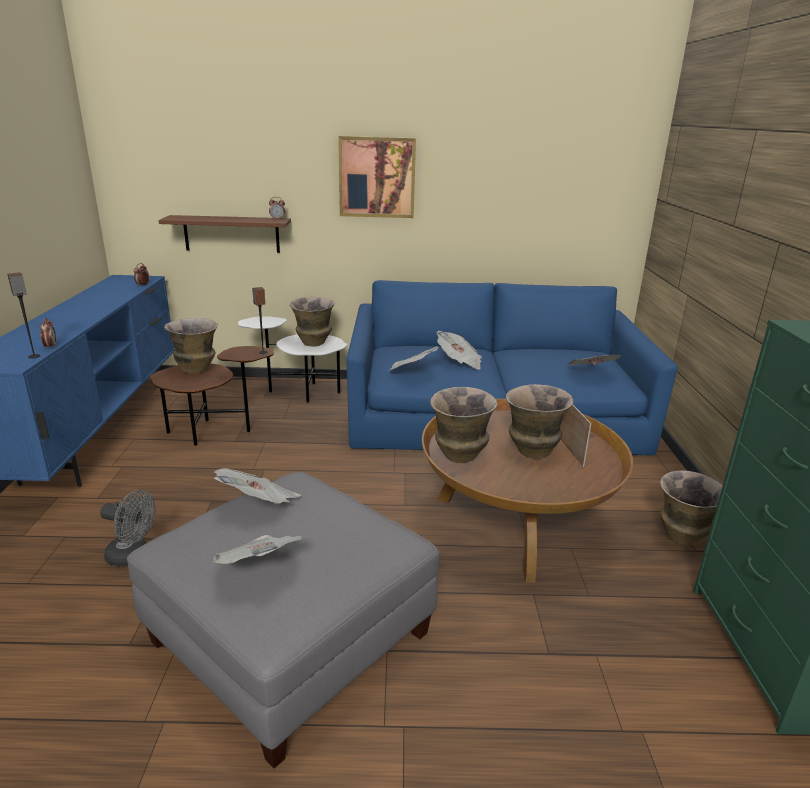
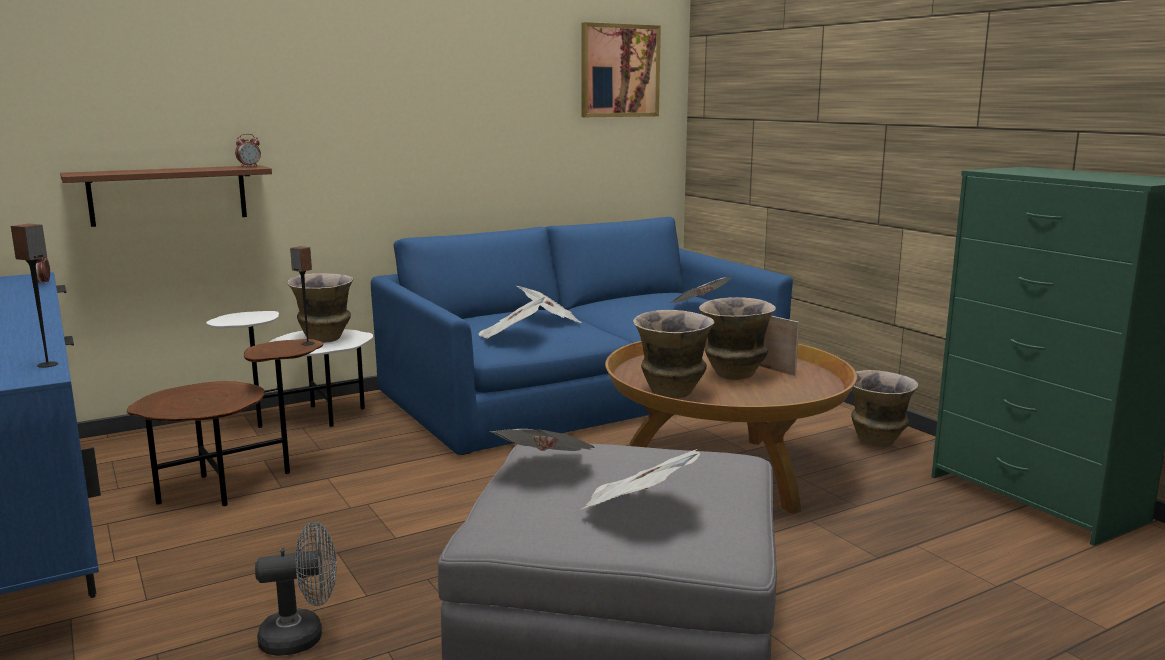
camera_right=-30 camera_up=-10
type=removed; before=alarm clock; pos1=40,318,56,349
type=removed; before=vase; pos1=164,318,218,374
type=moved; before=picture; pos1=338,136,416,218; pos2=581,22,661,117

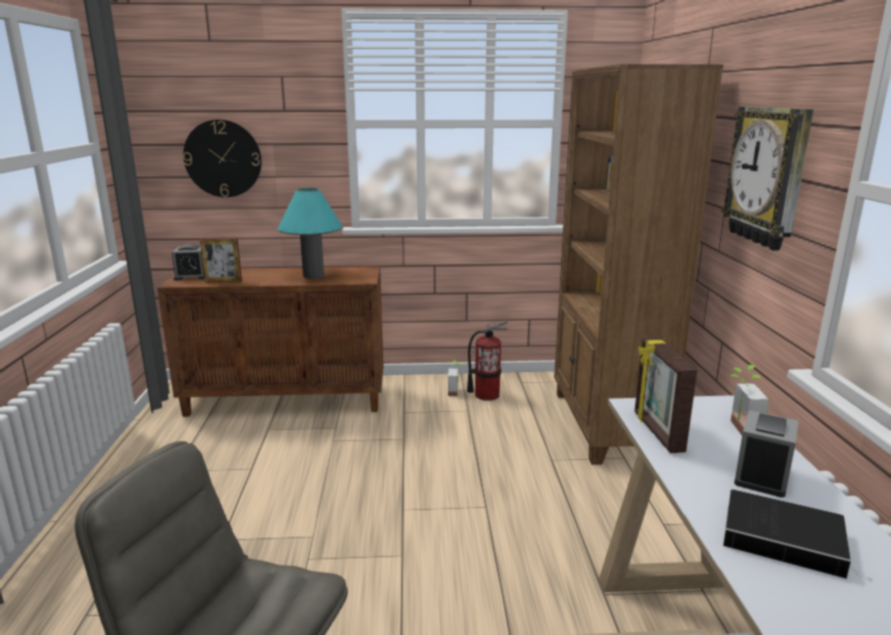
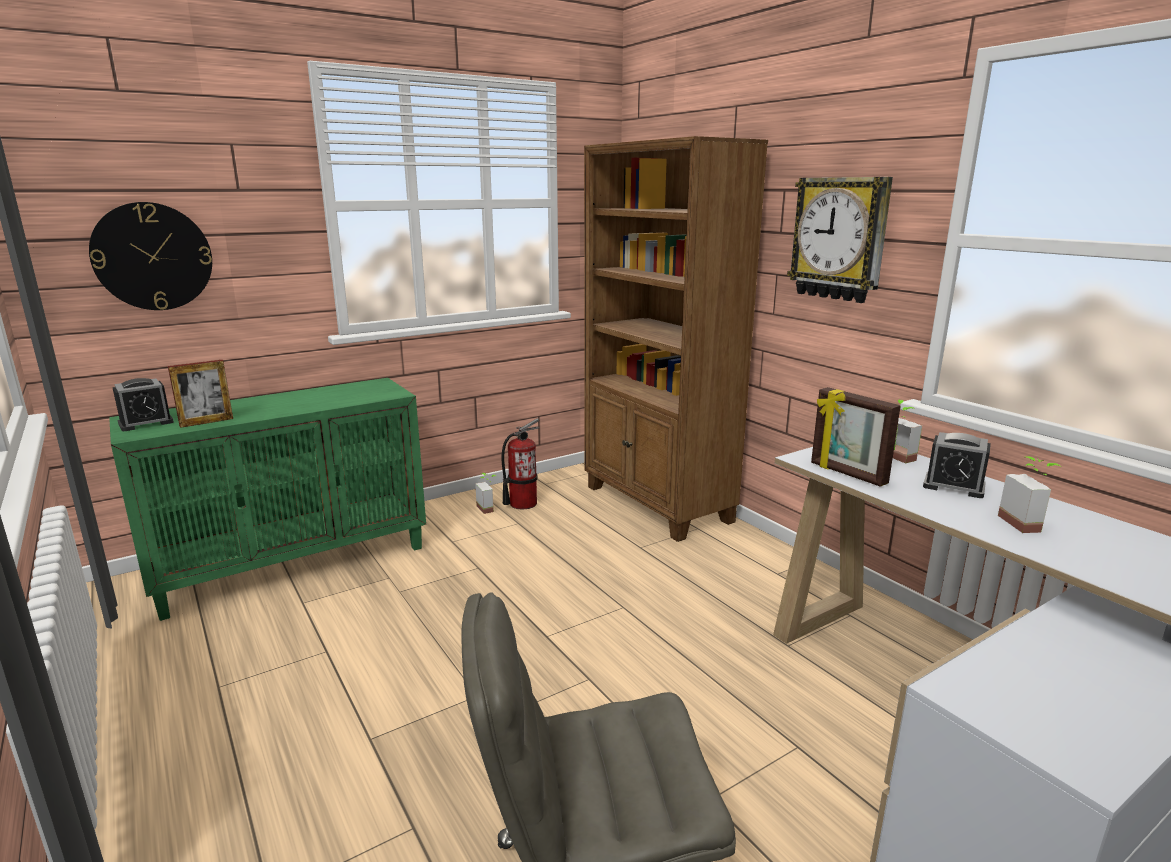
camera_right=-30 camera_up=0
type=recoloured; before=cabinet (brown); after=cabinet (green); pos1=157,266,384,417; pos2=109,378,426,621
type=removed; before=table lamp (turquoise); pos1=278,188,342,279
type=replaced; before=book; after=potted plant; pos1=723,489,872,582; pos2=998,456,1061,533
type=turned; before=alarm clock; pos1=734,410,799,497; pos2=923,432,991,498; turn=-60

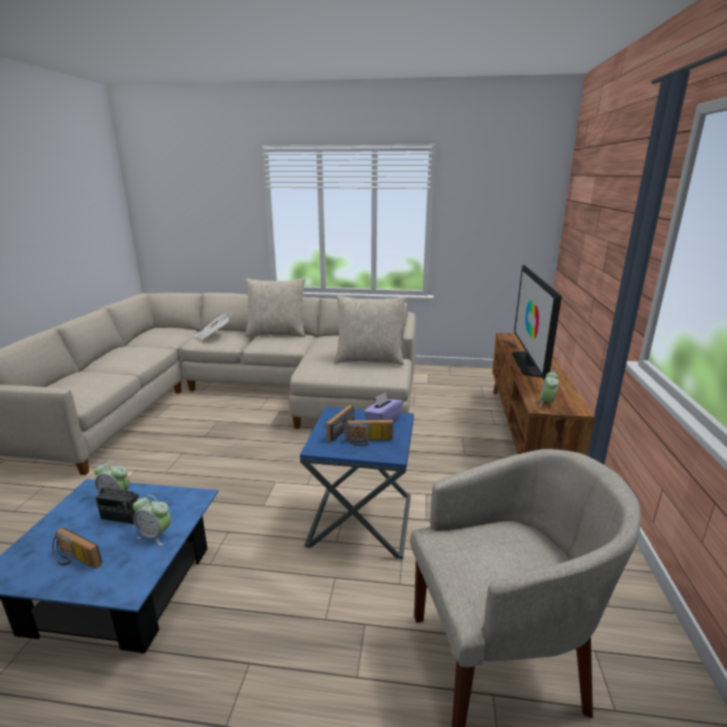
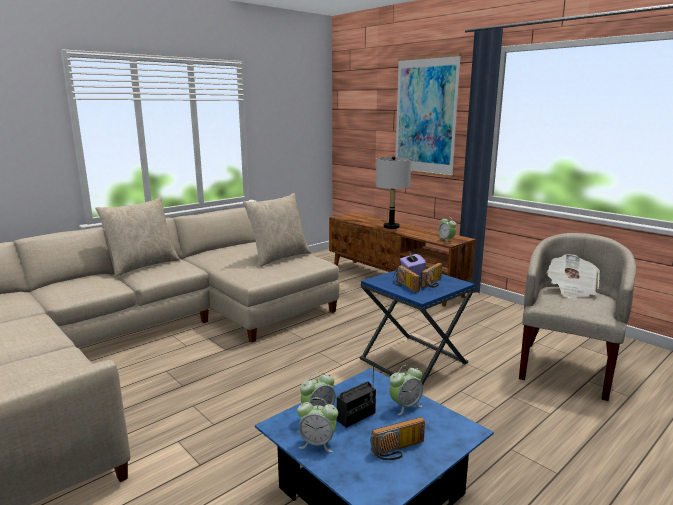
camera_right=-50 camera_up=-5
type=moved; before=newspaper; pos1=194,313,232,339; pos2=546,254,600,298
type=replaced; before=television; after=table lamp (grey); pos1=511,265,562,380; pos2=376,156,411,229
type=added; after=alarm clock; pos2=297,398,338,452
type=added; after=picture; pos2=395,53,461,177

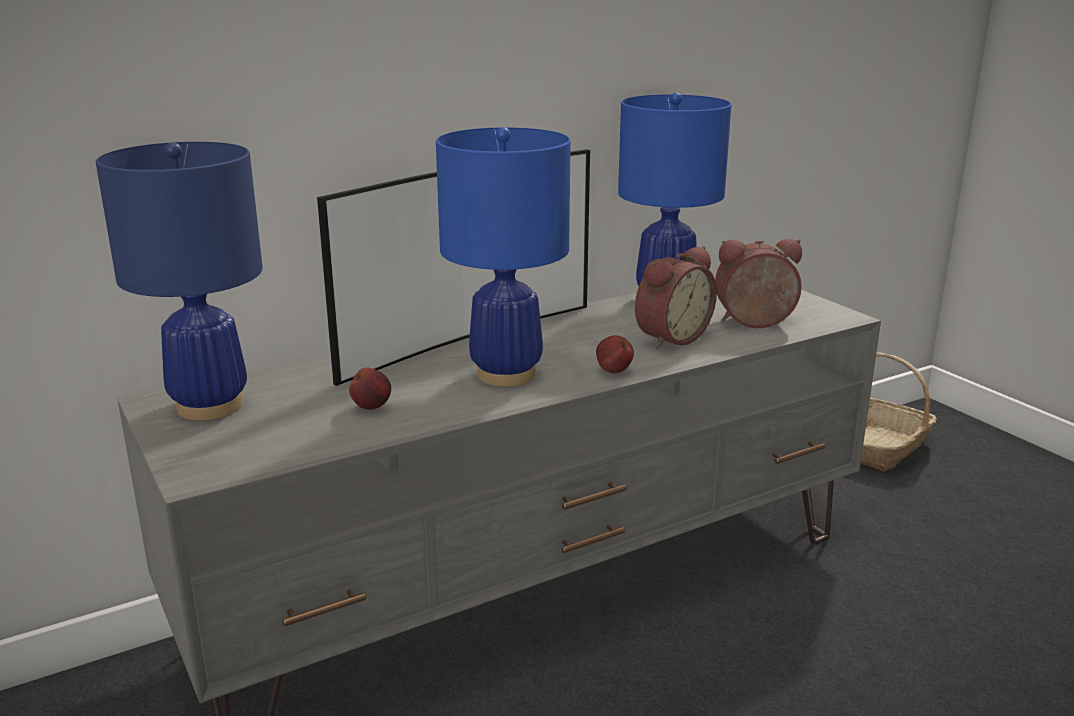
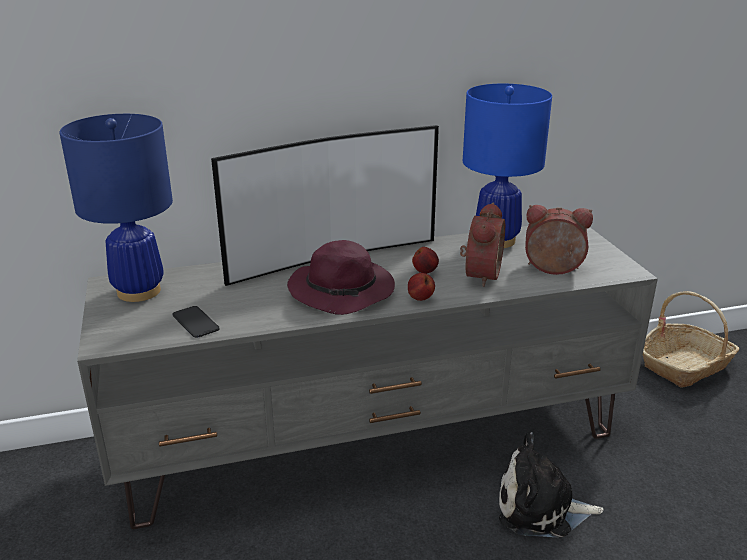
camera_right=15 camera_up=5
type=moved; before=apple; pos1=349,368,391,410; pos2=412,247,439,274
type=replaced; before=table lamp (blue); after=hat (purple); pos1=436,127,571,387; pos2=287,240,395,315
type=turned; before=alarm clock; pos1=635,246,717,349; pos2=460,203,505,287; turn=-45
type=added; after=phone; pos2=173,306,219,338
type=added; after=plush toy; pos2=499,432,604,538

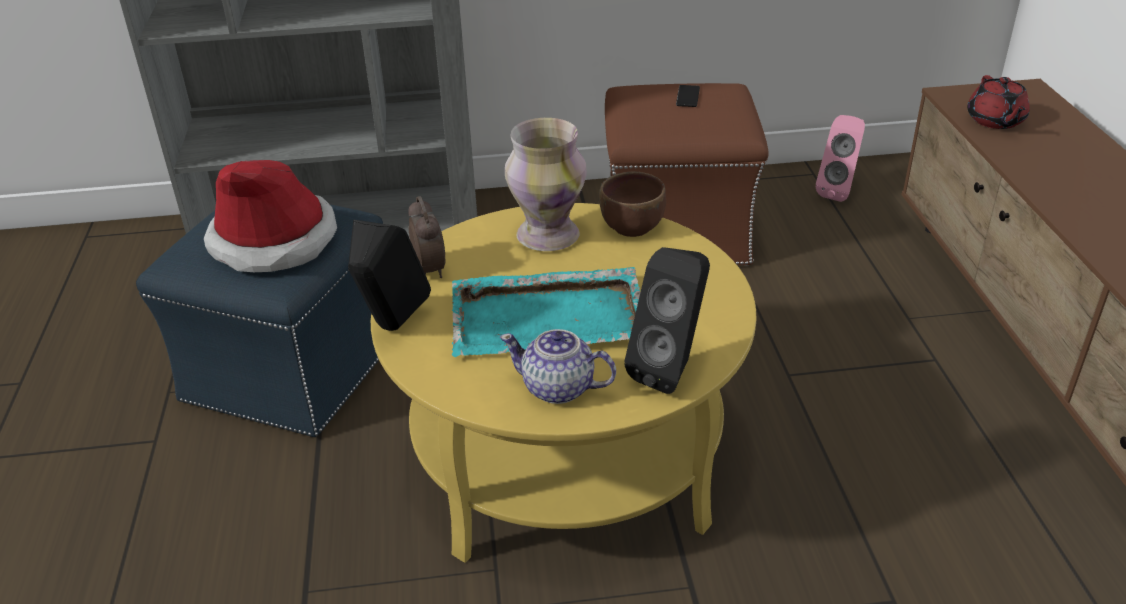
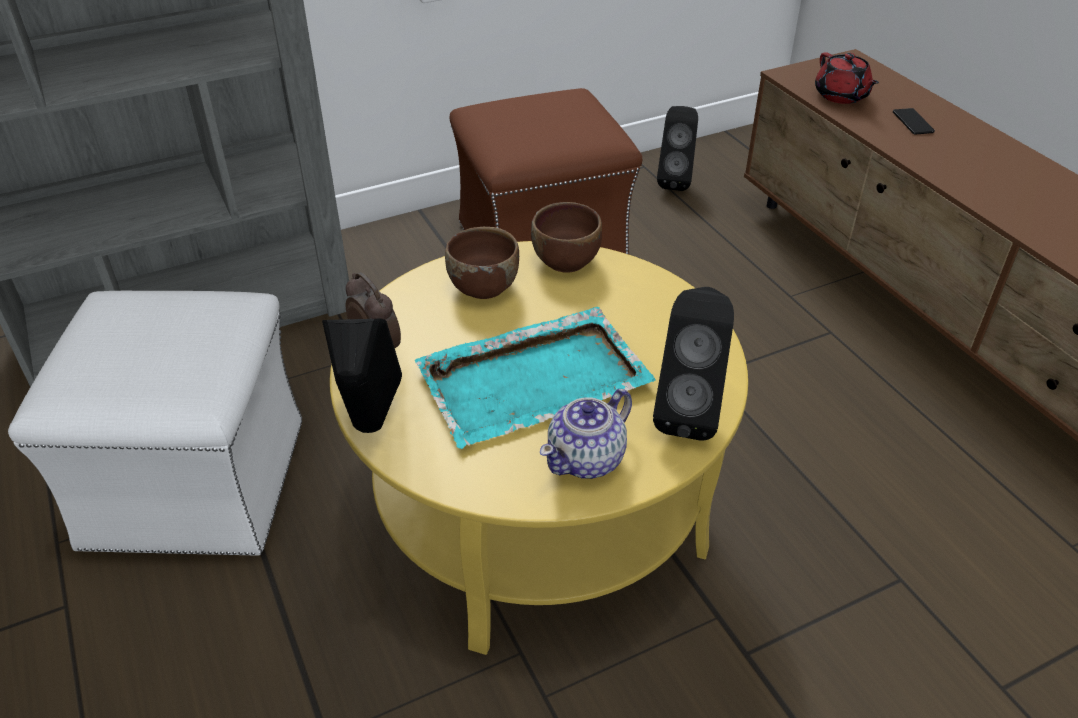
camera_right=-20 camera_up=5
type=recoloured; before=ottoman (blue); after=ottoman (white); pos1=136,205,383,437; pos2=8,291,302,556
type=removed; before=hat; pos1=204,160,337,272
type=turned; before=teapot; pos1=500,329,616,404; pos2=540,389,632,479; turn=-45
type=replaced; before=vase; after=bowl (brown); pos1=505,118,587,251; pos2=445,227,519,299
type=moved; before=phone; pos1=676,85,700,107; pos2=893,108,935,135
type=recoloured; before=speaker (pink); after=speaker (black); pos1=815,115,865,202; pos2=657,106,698,191

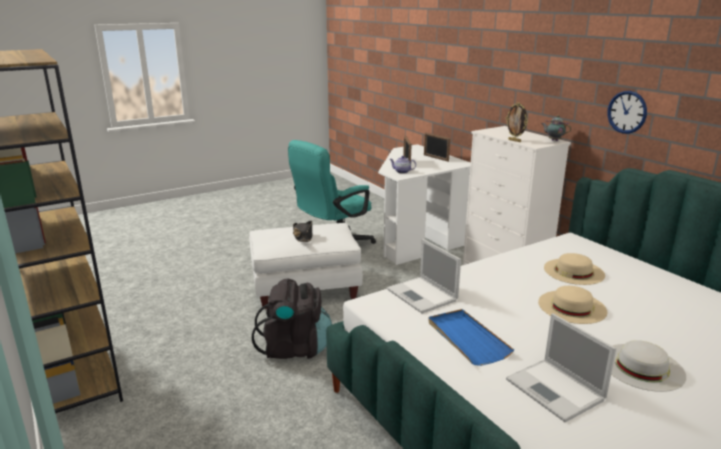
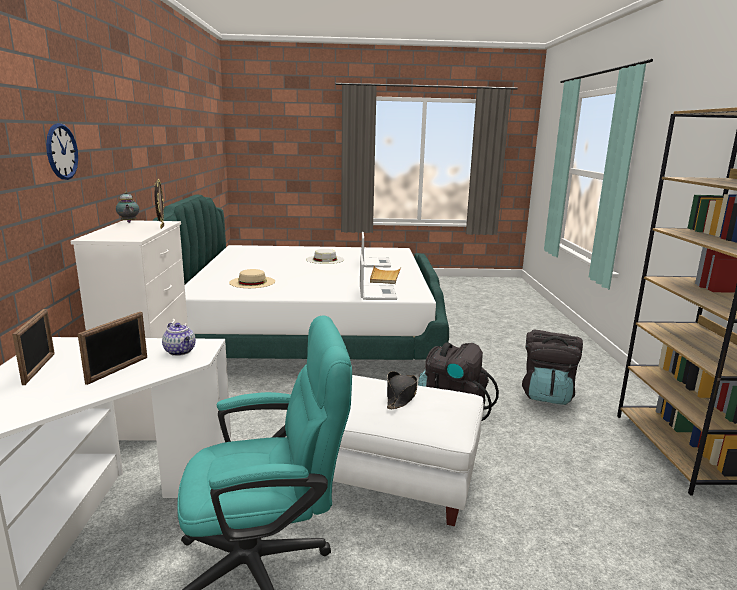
camera_right=-150 camera_up=-5
type=recoloured; before=tray (blue); after=tray (beige); pos1=428,309,514,366; pos2=370,265,401,284
type=removed; before=hat (beige); pos1=538,286,607,324
type=moved; before=wall clock; pos1=607,91,647,134; pos2=46,123,78,180
type=added; after=backpack (black); pos2=522,329,583,405

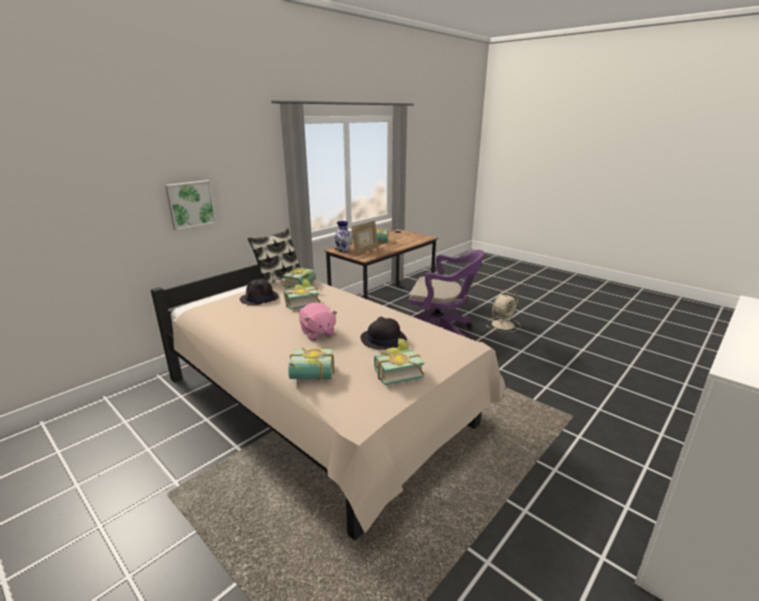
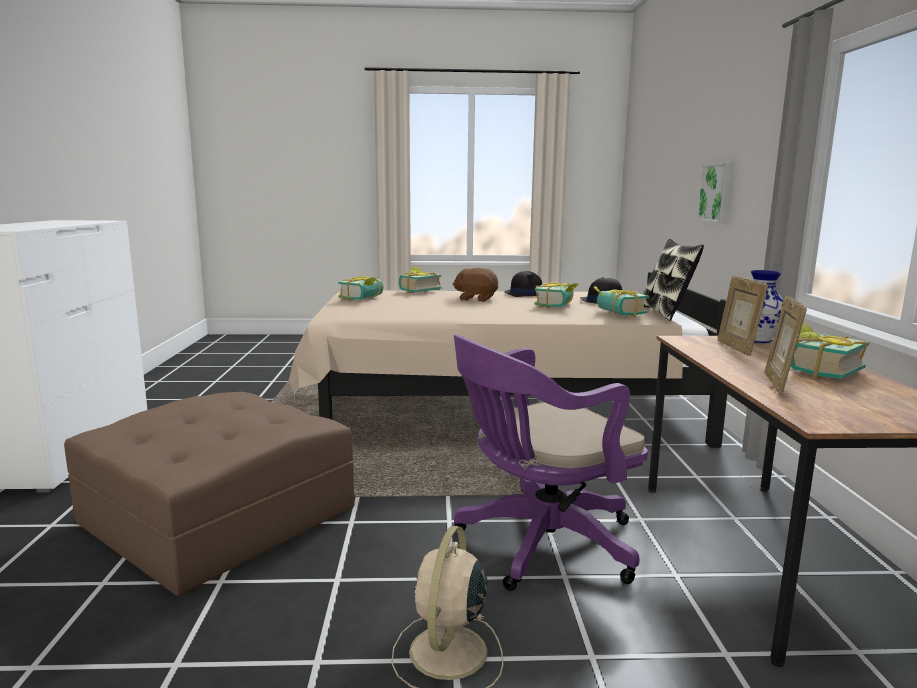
camera_right=135 camera_up=-10
type=recoloured; before=plush toy (pink); after=plush toy (brown); pos1=299,303,337,341; pos2=453,268,498,302
type=moved; before=hat (black); pos1=361,317,407,350; pos2=504,271,542,297
type=added; after=ottoman (brown); pos2=64,392,354,596
type=added; after=picture frame; pos2=764,295,807,395

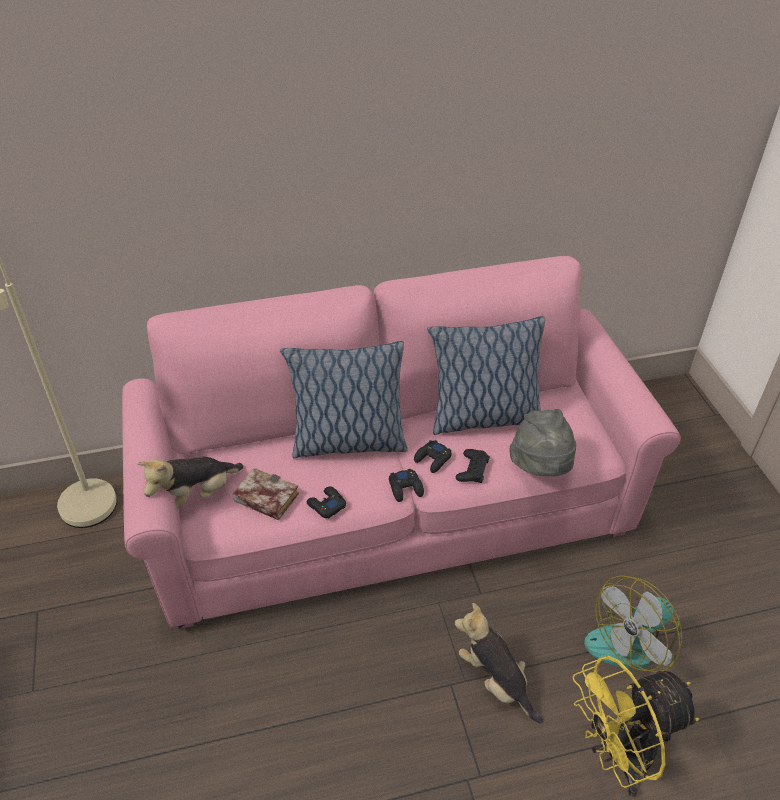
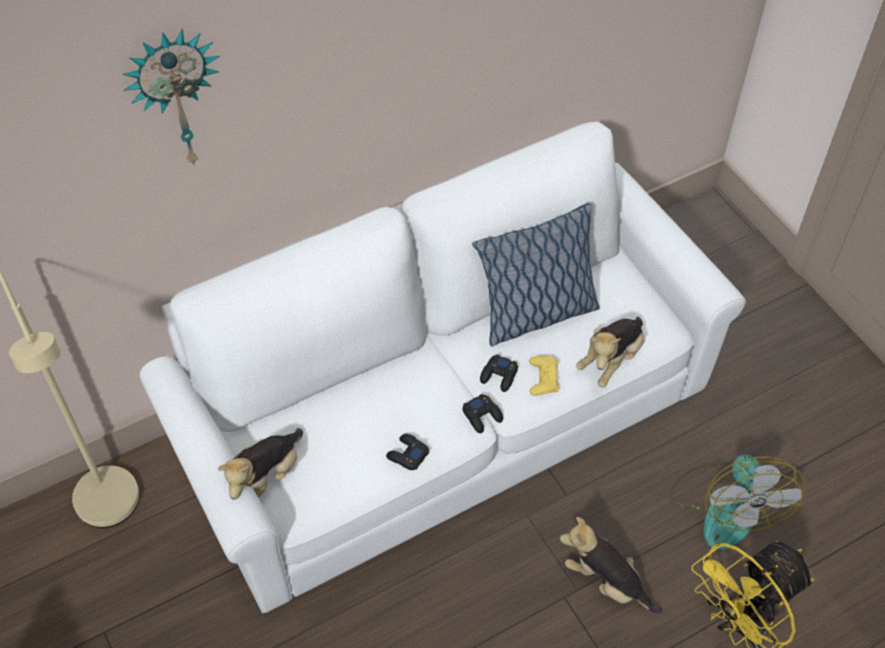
camera_right=-15 camera_up=10
type=recoloured; before=sofa (pink); after=sofa (white); pos1=122,256,681,629; pos2=140,122,746,614
type=removed; before=book; pos1=233,468,299,520
type=removed; before=pillow; pos1=280,341,407,458
type=recoloured; before=game controller (black); after=game controller (yellow); pos1=456,449,490,483; pos2=529,356,559,396
type=replaced; before=hat (grey); after=plush toy; pos1=510,409,576,476; pos2=576,317,644,388
type=turned; before=fan; pos1=584,575,682,672; pos2=669,455,805,550; turn=-45
type=added; after=wall clock; pos2=123,29,219,166

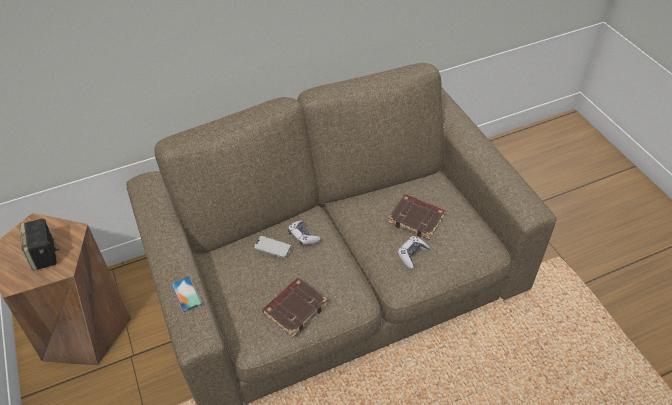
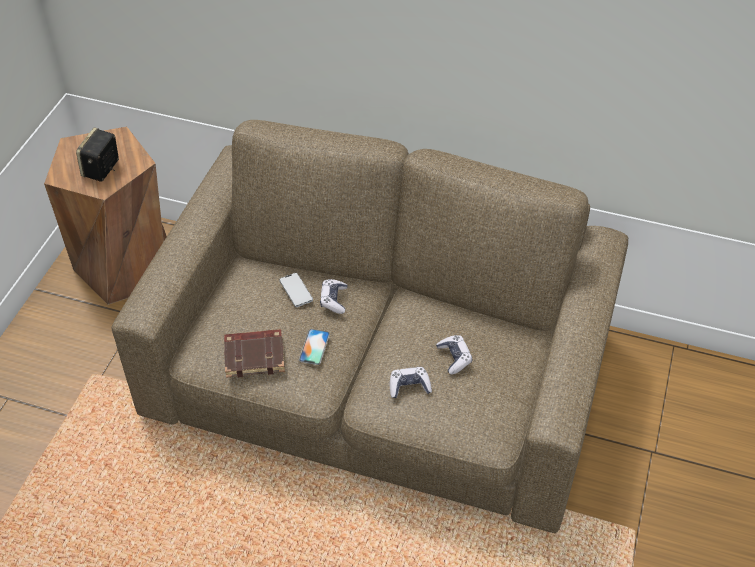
camera_right=40 camera_up=0
type=moved; before=phone; pos1=171,277,202,313; pos2=299,329,330,365
type=replaced; before=book (brown); after=game controller; pos1=388,194,446,240; pos2=436,335,472,375

